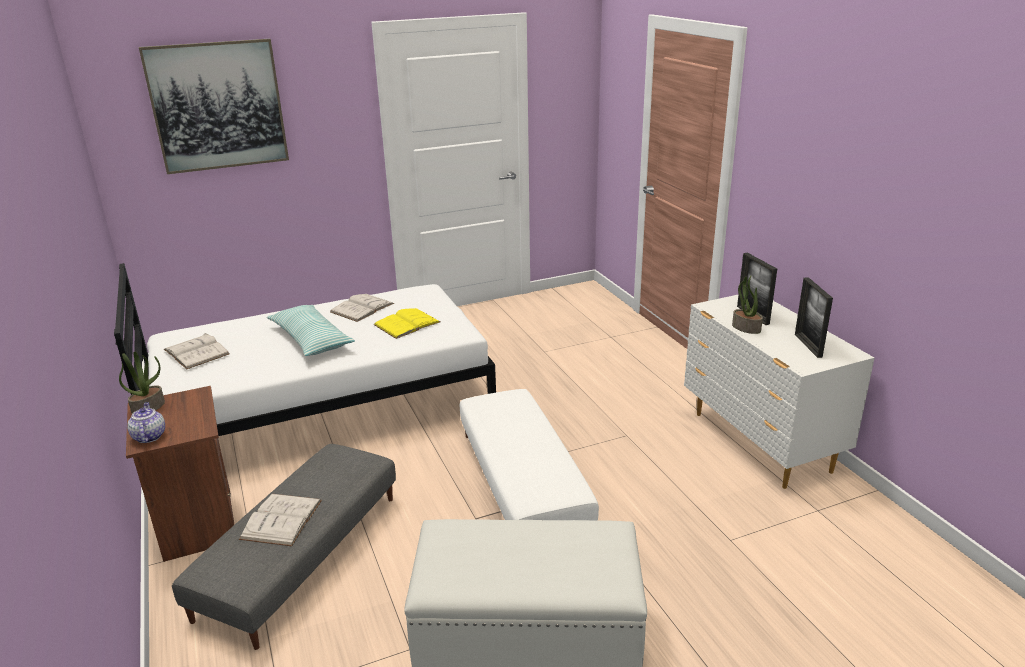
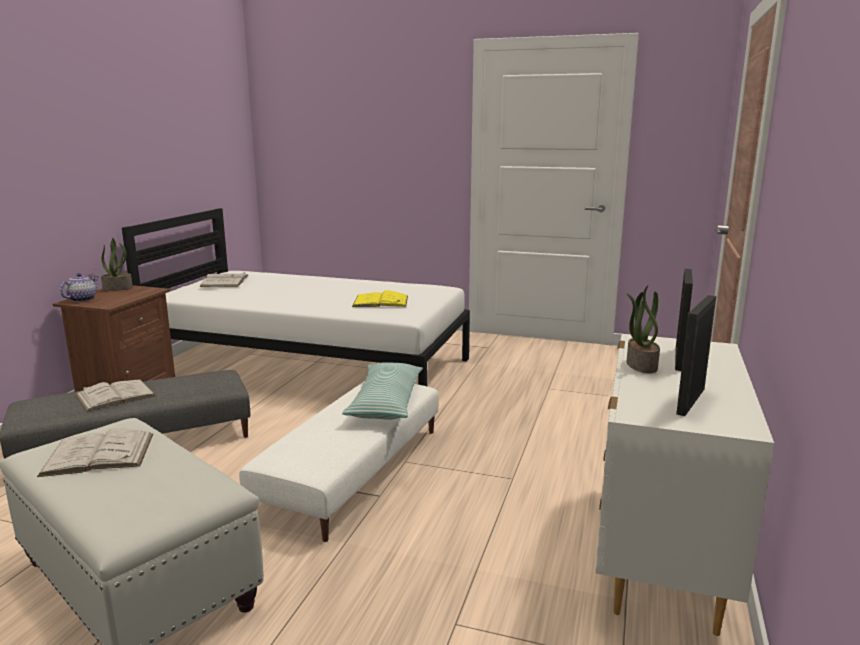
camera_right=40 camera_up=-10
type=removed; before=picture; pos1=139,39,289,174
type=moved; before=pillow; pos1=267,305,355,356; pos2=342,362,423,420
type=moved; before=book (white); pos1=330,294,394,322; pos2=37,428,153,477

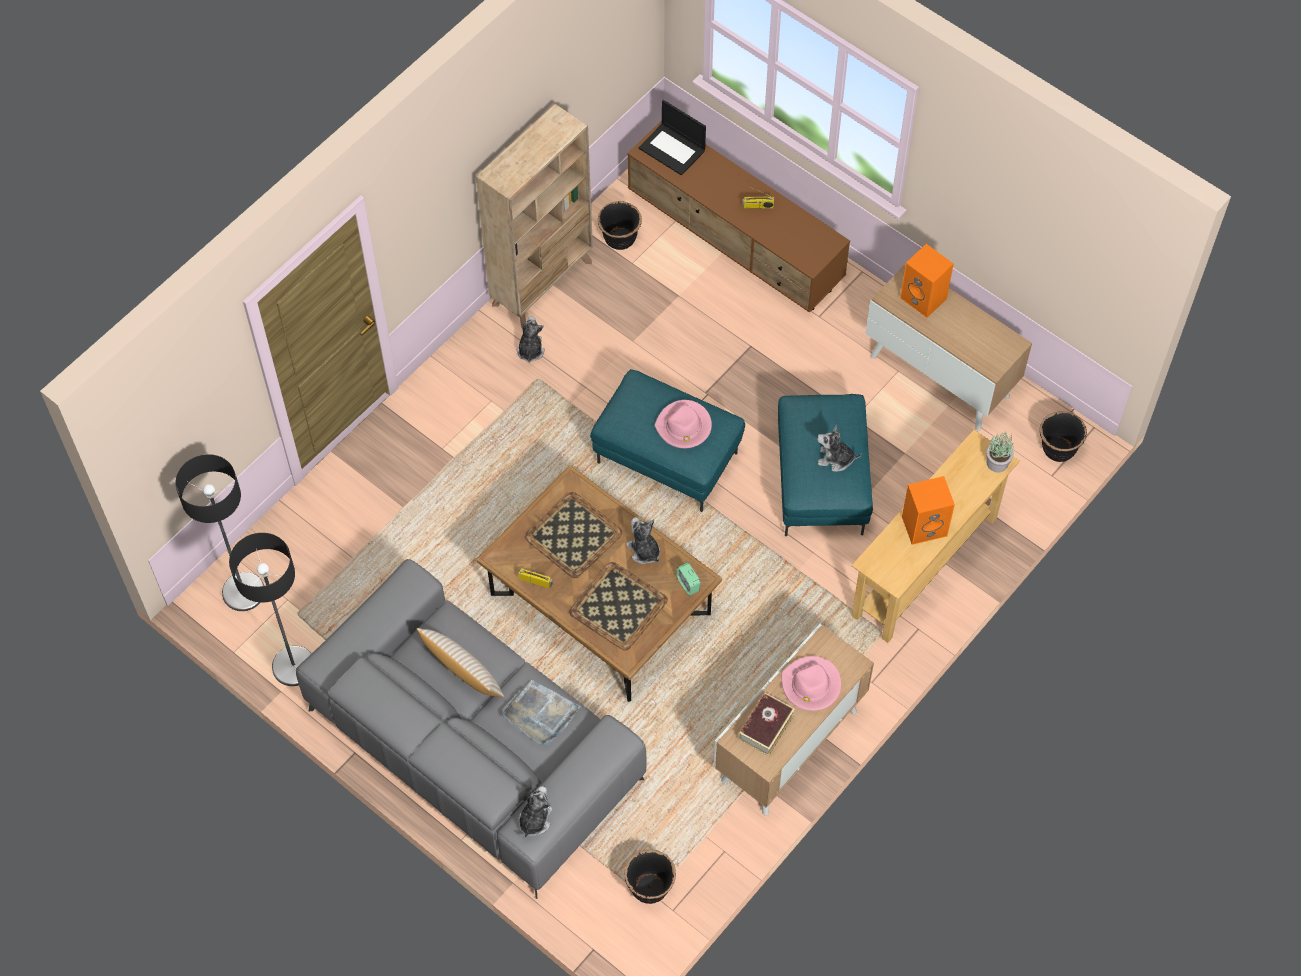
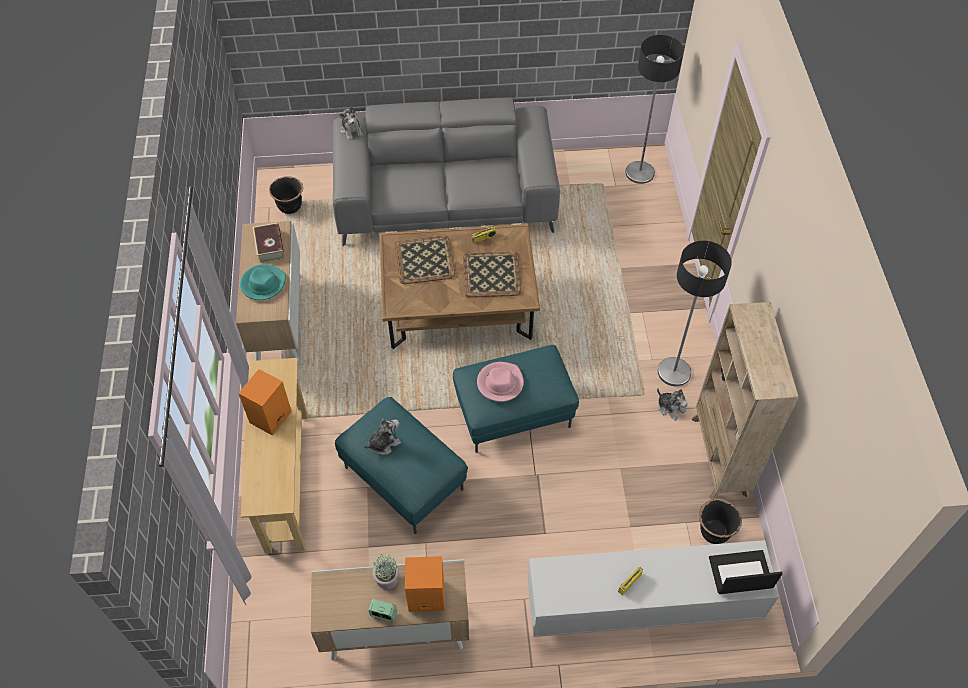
camera_right=135 camera_up=-5
type=moved; before=floor lamp; pos1=229,533,312,686; pos2=658,241,732,386
type=removed; before=pillow (beige); pos1=416,628,504,697
type=removed; before=tray (grey); pos1=501,680,581,745
type=removed; before=plush toy; pos1=626,517,660,564
type=recoloured; before=tv stand (brown); after=tv stand (white); pos1=627,121,850,313; pos2=527,540,779,637
type=moved; before=alarm clock; pos1=677,562,700,596; pos2=368,599,397,622
type=recoloured; before=hat (pink); after=hat (turquoise); pos1=781,656,841,711; pos2=240,264,286,300
type=moved; before=potted plant; pos1=986,432,1014,473; pos2=373,554,399,590
type=removed; before=planter (black); pos1=1040,411,1087,462

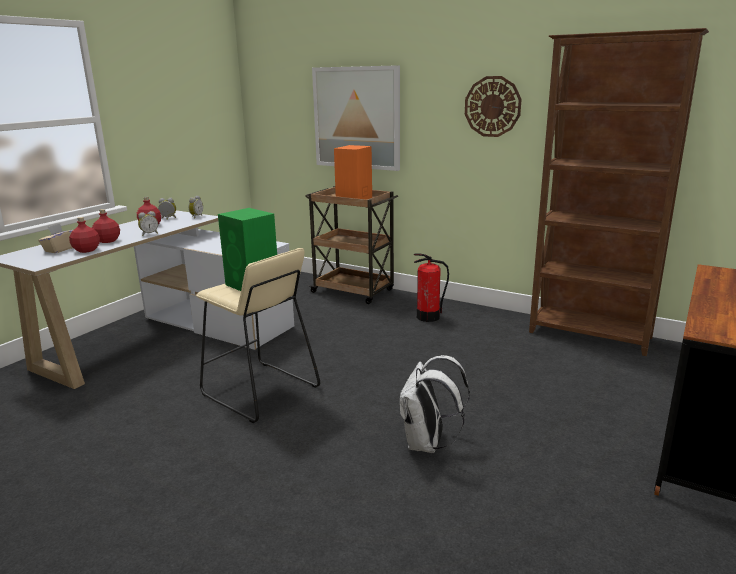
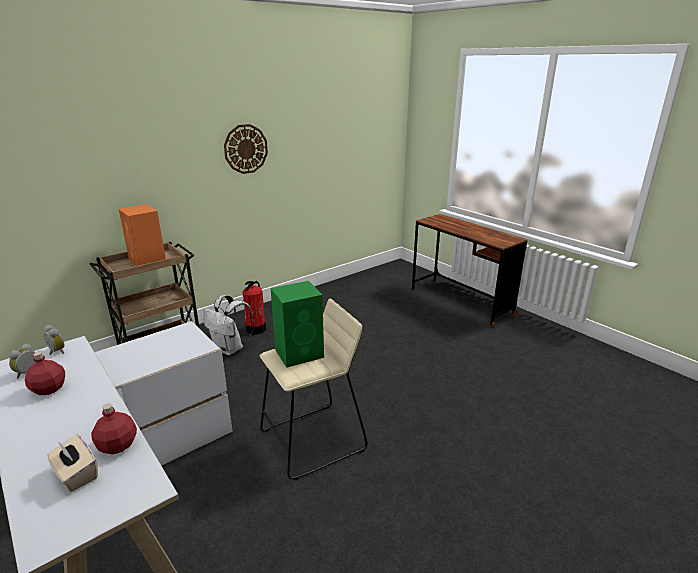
camera_right=-70 camera_up=5
type=removed; before=bottle (red); pos1=92,209,120,243
type=removed; before=alarm clock; pos1=138,211,158,236
type=removed; before=picture; pos1=312,65,400,171
type=moved; before=backpack (white); pos1=399,355,470,453; pos2=203,295,255,355
type=removed; before=bookcase (brown); pos1=529,28,709,356

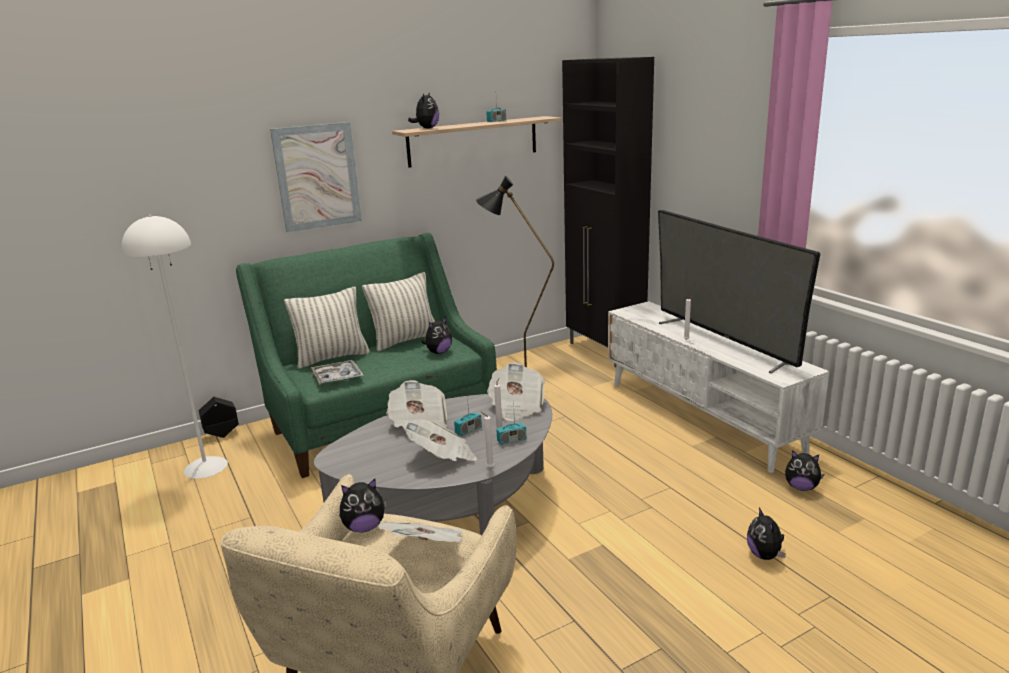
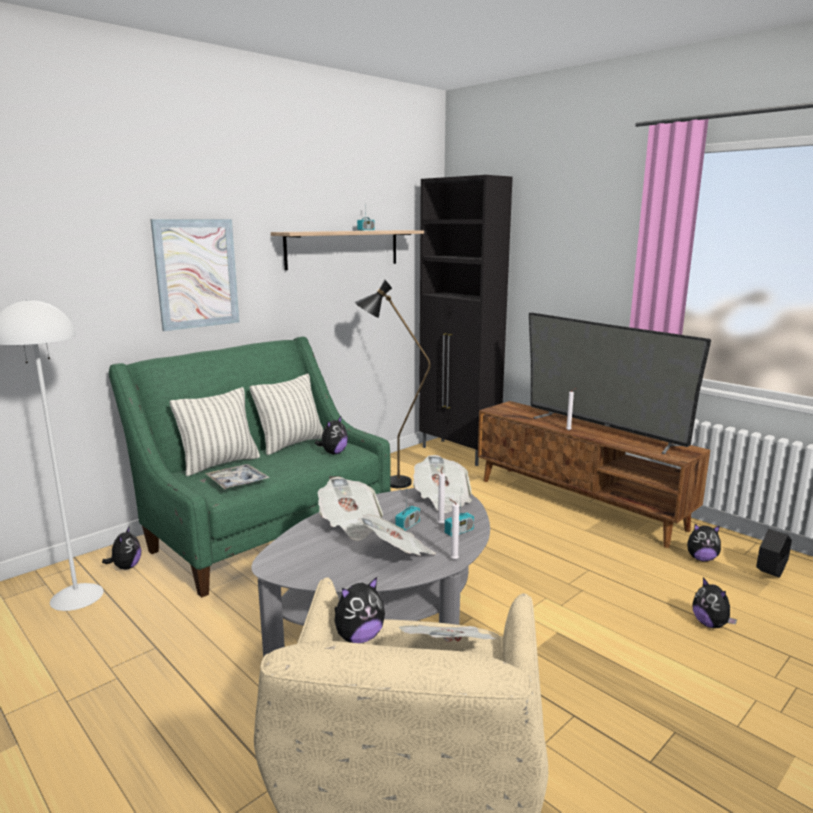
camera_right=-15 camera_up=-5
type=moved; before=planter (black); pos1=199,397,239,438; pos2=756,529,792,578
type=moved; before=plush toy; pos1=408,92,439,129; pos2=102,526,141,569
type=recoloured; before=tv stand (white); after=tv stand (brown); pos1=608,301,830,473; pos2=478,401,710,548

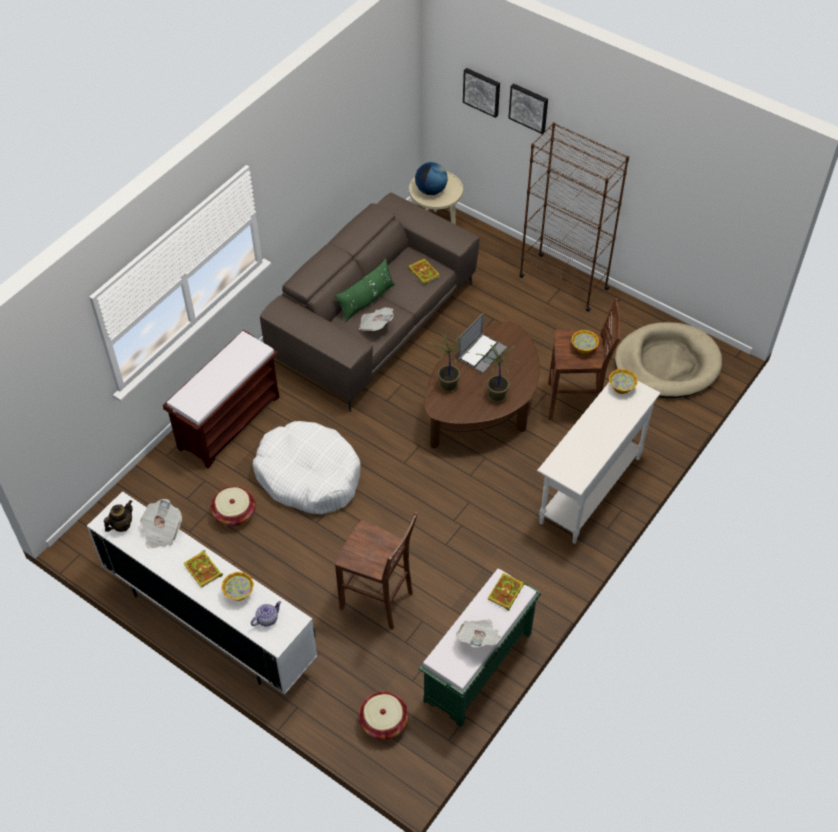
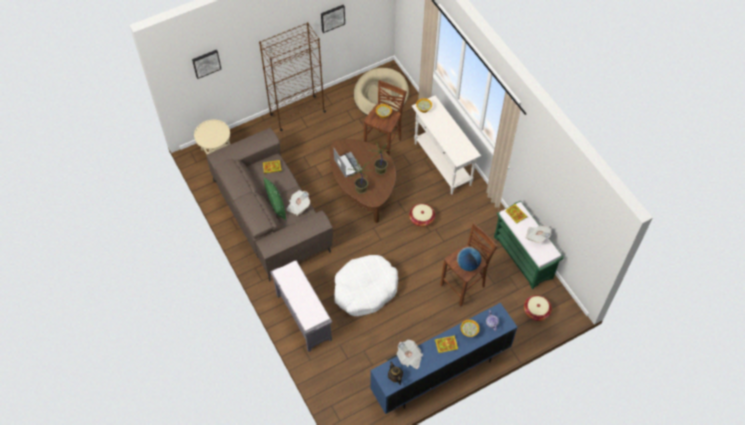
camera_right=-65 camera_up=5
type=recoloured; before=tv stand (white); after=tv stand (blue); pos1=87,491,317,694; pos2=370,303,517,414
type=recoloured; before=bench (brown); after=bench (grey); pos1=163,330,279,469; pos2=270,260,333,352
type=moved; before=basket; pos1=211,486,256,526; pos2=409,203,435,227
type=moved; before=globe; pos1=415,162,448,195; pos2=457,247,481,271
type=moved; before=picture; pos1=508,83,548,134; pos2=321,5,345,33

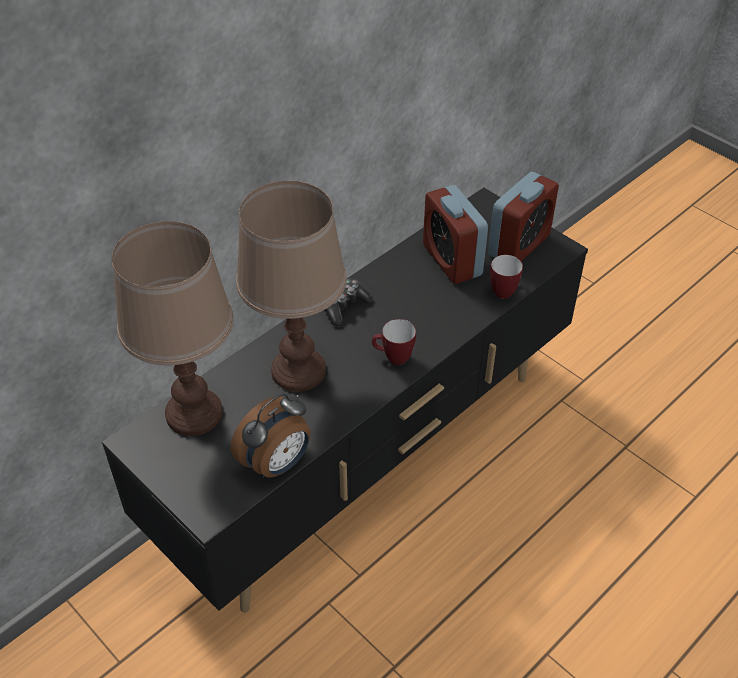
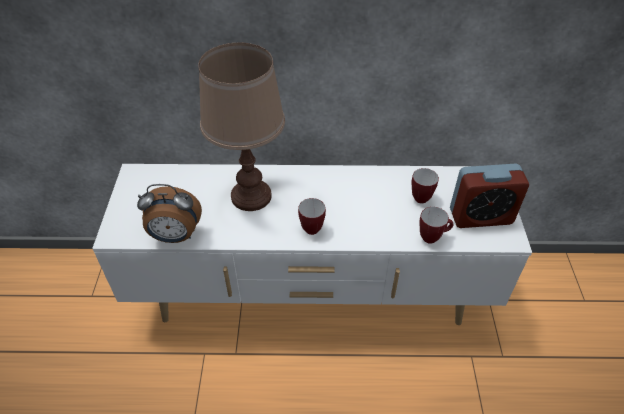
camera_right=45 camera_up=0
type=recoloured; before=tv stand (black); after=tv stand (white); pos1=102,187,588,613; pos2=92,164,532,325
type=removed; before=table lamp (brown); pos1=112,221,233,436
type=removed; before=game controller; pos1=325,278,373,326
type=replaced; before=alarm clock; after=mug; pos1=423,185,488,284; pos2=412,168,439,204

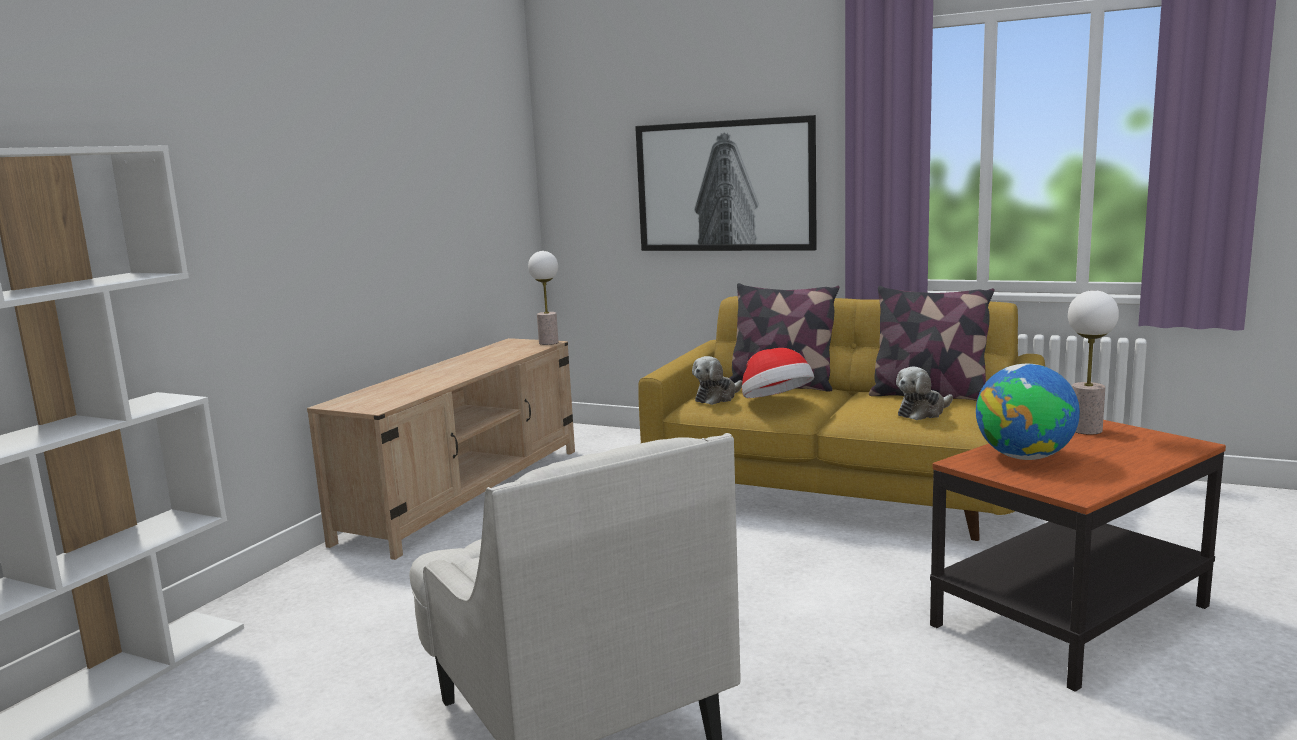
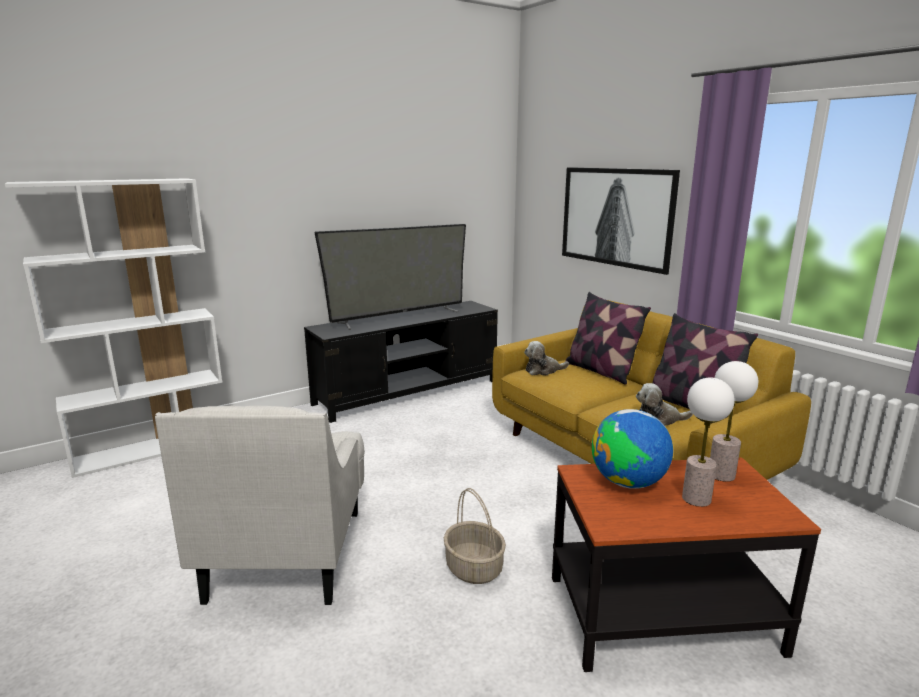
camera_right=30 camera_up=5
type=recoloured; before=tv stand (beige); after=tv stand (black); pos1=307,338,575,560; pos2=304,301,498,423
type=moved; before=table lamp; pos1=528,251,558,345; pos2=682,377,734,507
type=removed; before=hat; pos1=742,348,814,398
type=added; after=television; pos2=314,224,466,330
type=added; after=basket; pos2=444,488,506,584

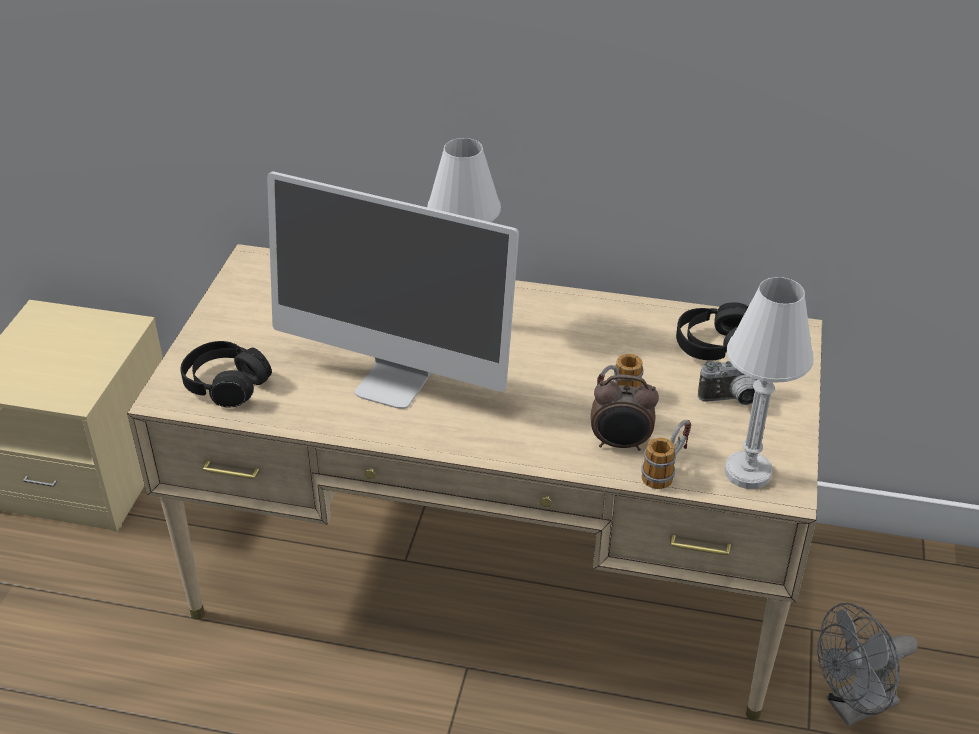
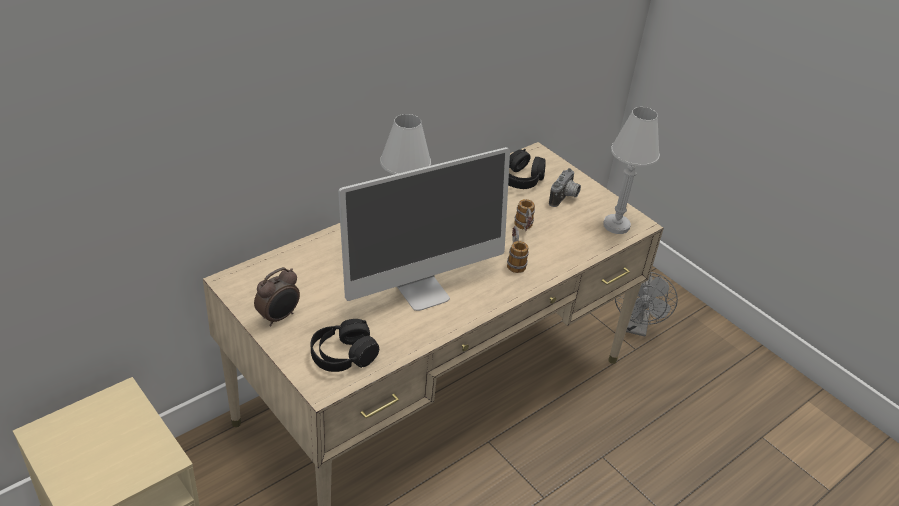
camera_right=-55 camera_up=0
type=moved; before=alarm clock; pos1=591,375,659,451; pos2=254,267,300,326
type=moved; before=mug; pos1=641,420,691,489; pos2=507,226,529,273

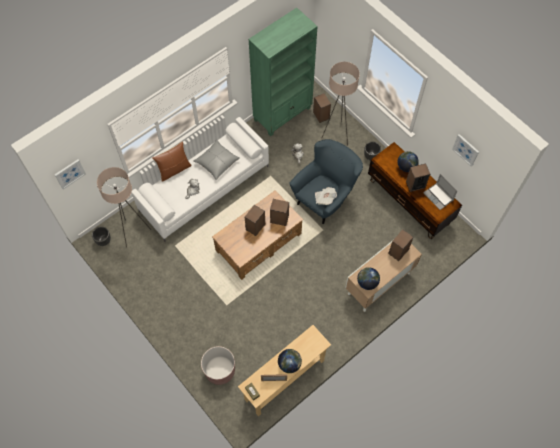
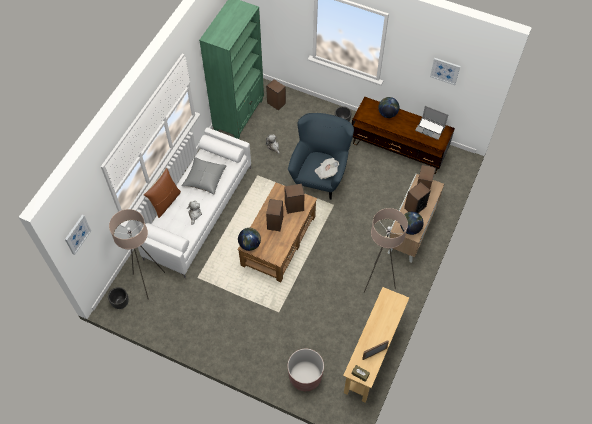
camera_right=-25 camera_up=-5
type=moved; before=globe; pos1=278,349,302,373; pos2=238,228,261,251
type=moved; before=floor lamp (beige); pos1=322,62,360,146; pos2=364,208,408,293
type=moved; before=speaker; pos1=406,163,430,192; pos2=404,182,431,213

